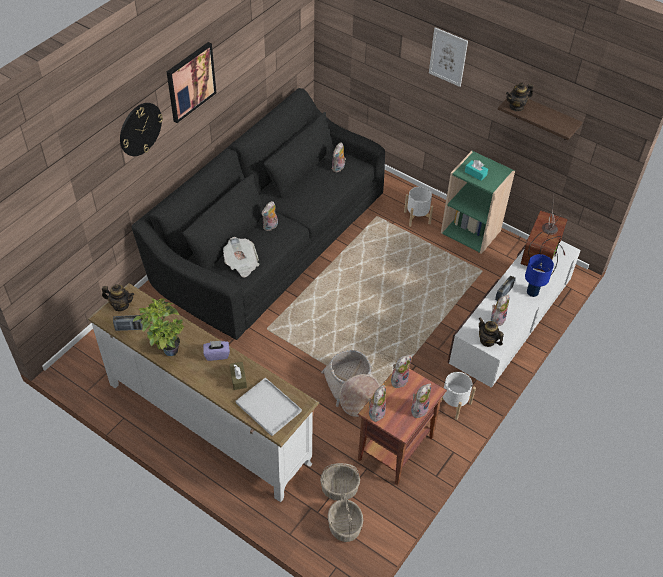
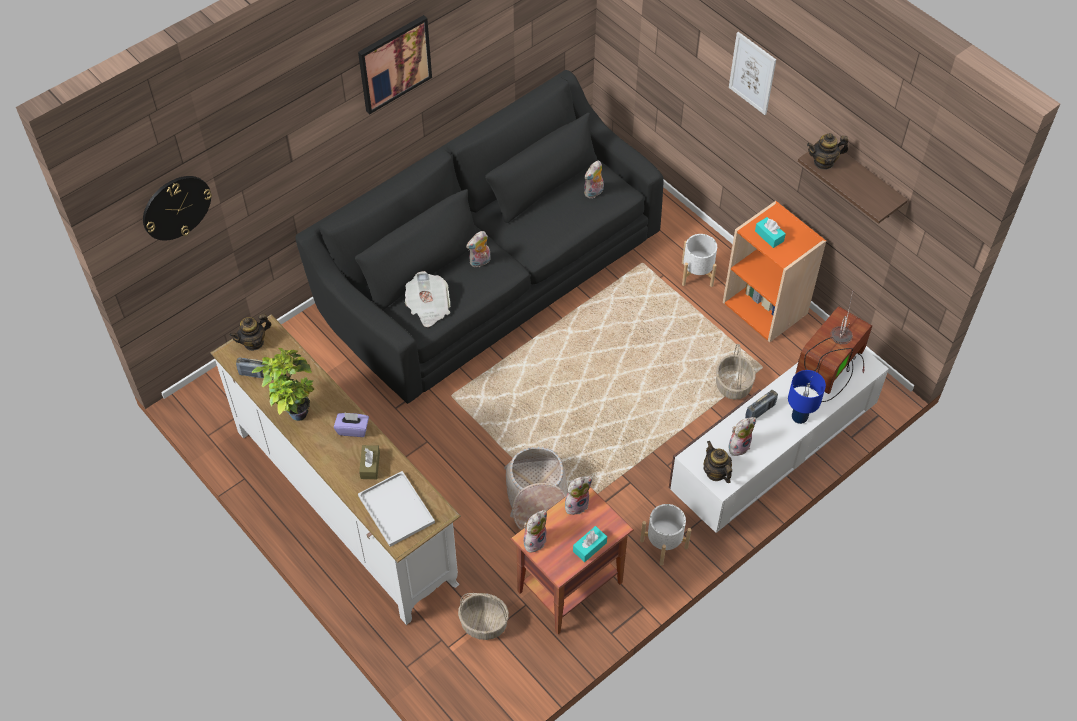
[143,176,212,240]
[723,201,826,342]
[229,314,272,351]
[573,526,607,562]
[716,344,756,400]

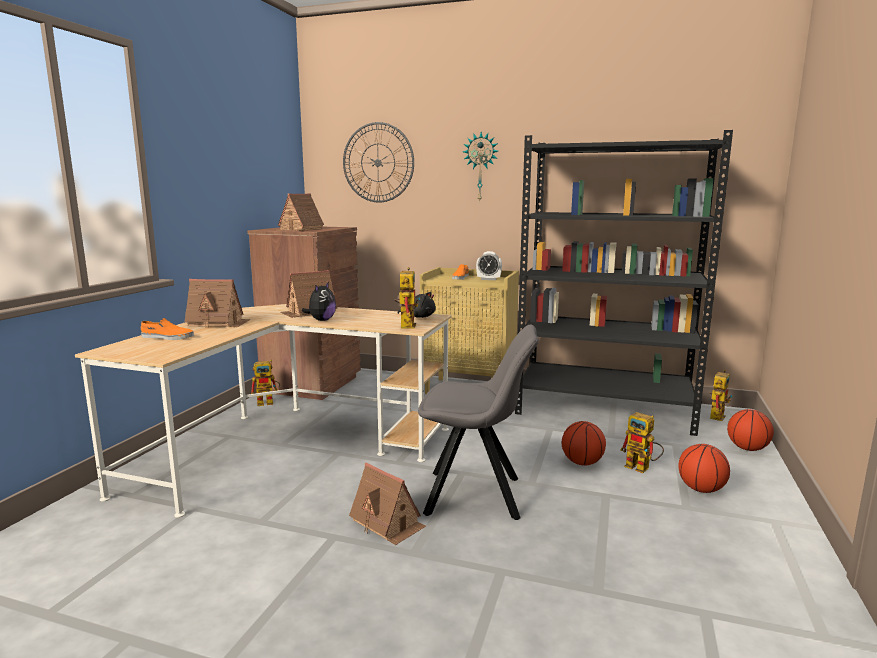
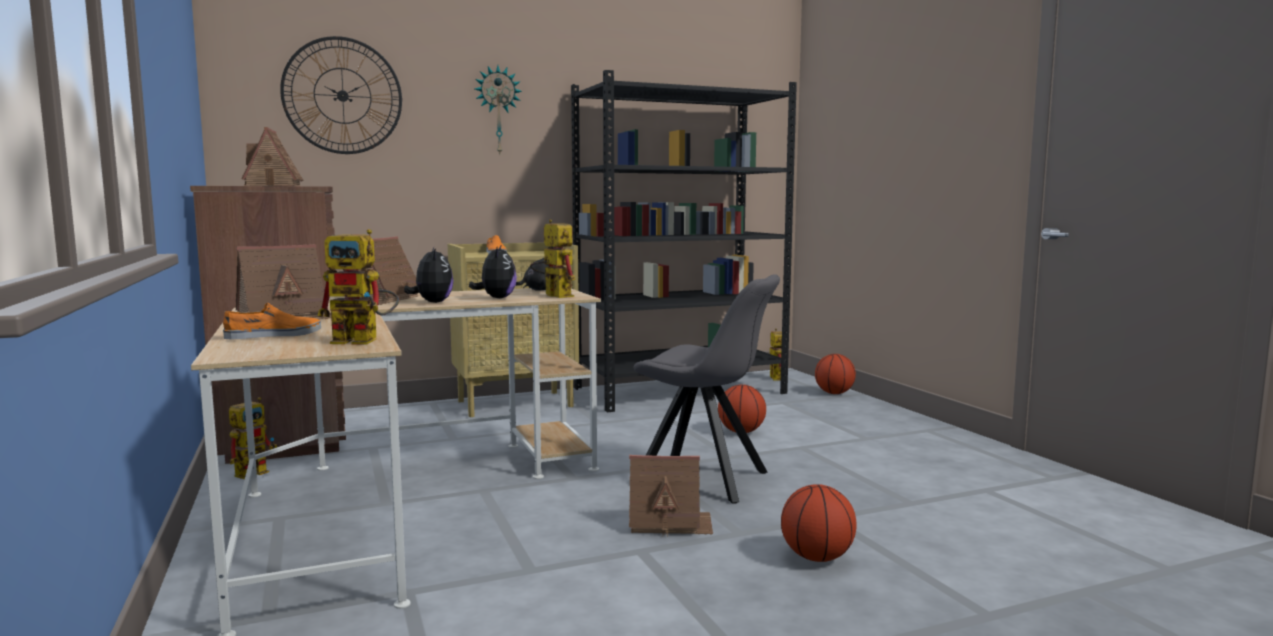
[476,251,502,280] (first image)
[634,274,780,504]
[317,229,399,345]
[781,484,856,562]
[469,244,517,298]

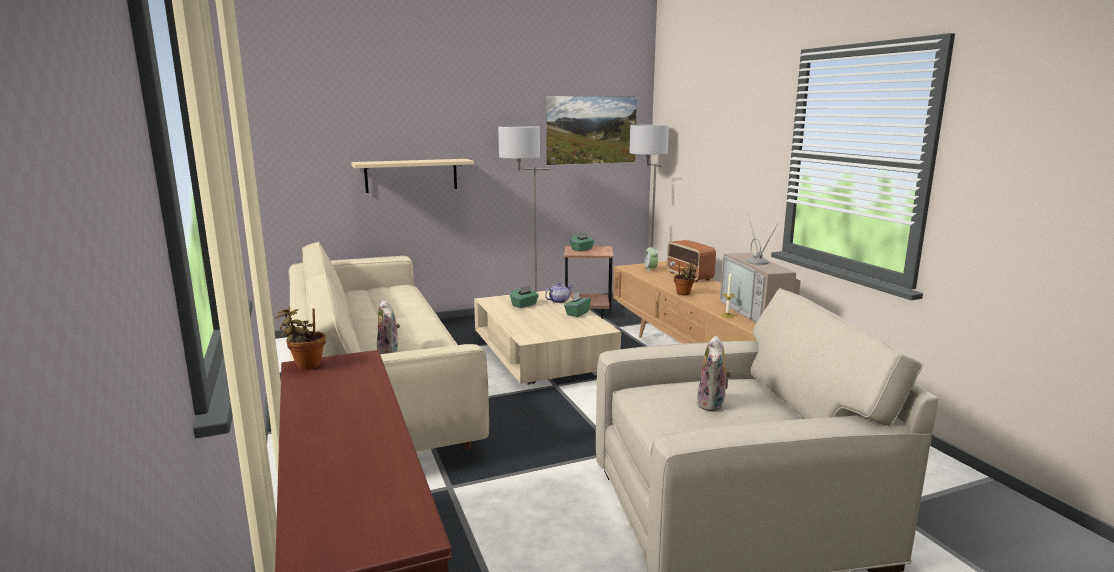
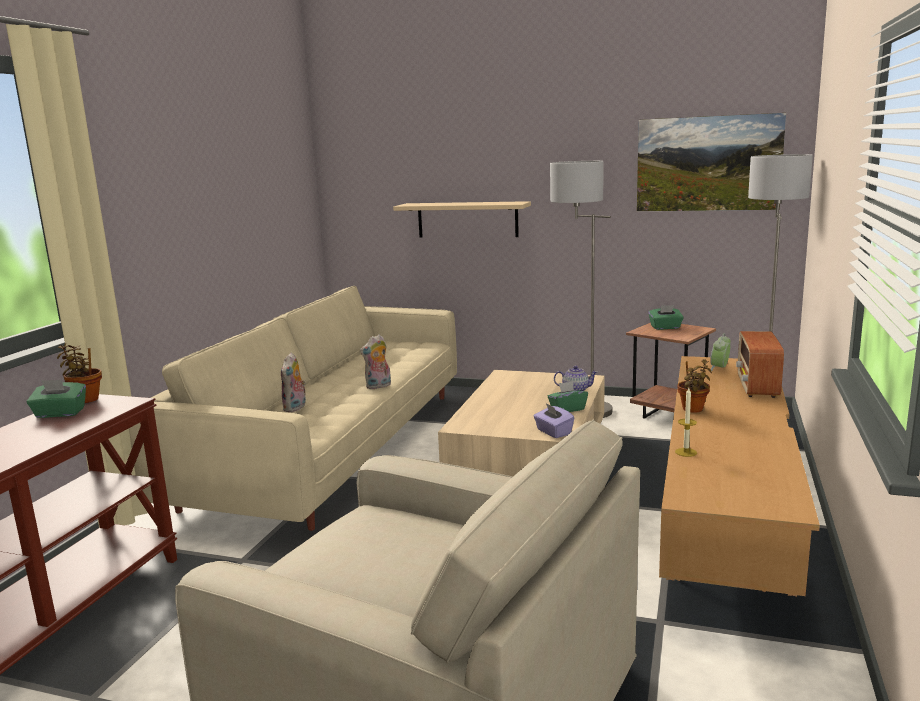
[720,214,801,323] (first image)
[27,380,86,418]
[360,335,391,389]
[534,403,574,438]

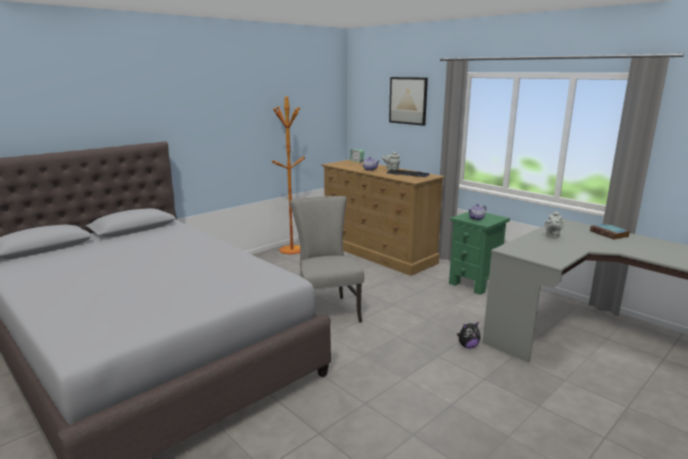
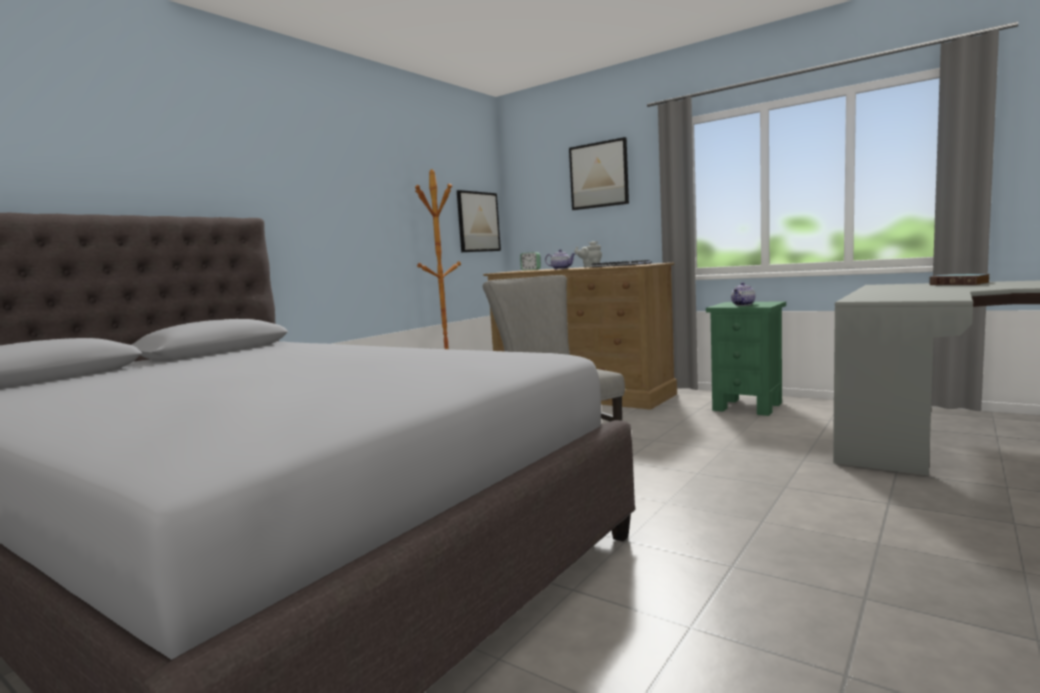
[544,211,564,239] (first image)
[457,322,481,348] (first image)
[457,190,501,252]

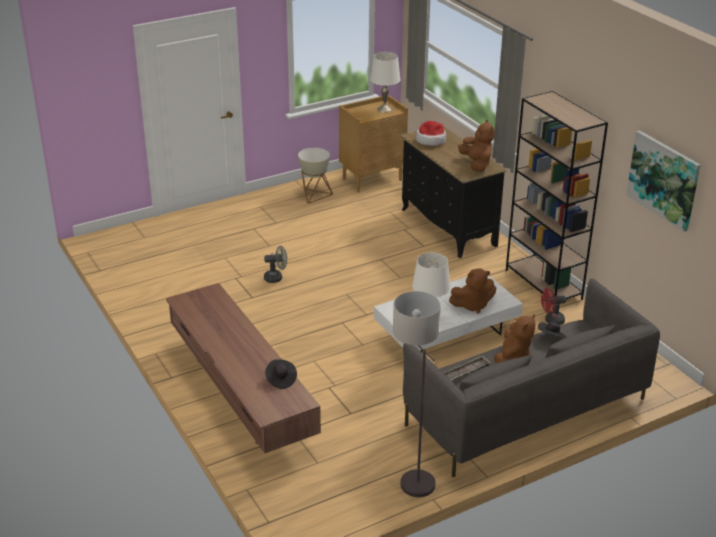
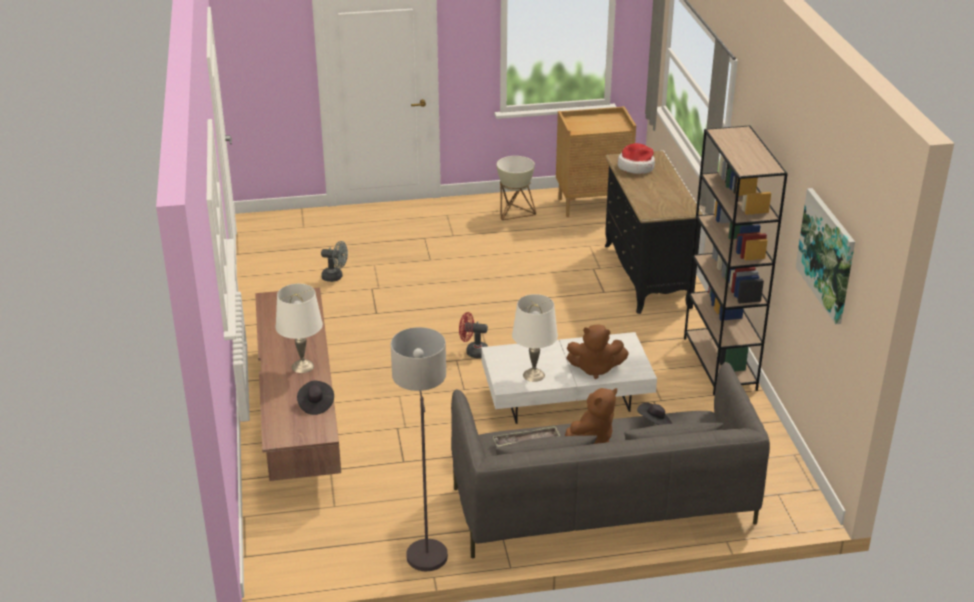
[275,284,323,373]
[458,120,494,172] (first image)
[321,241,348,282]
[459,312,488,358]

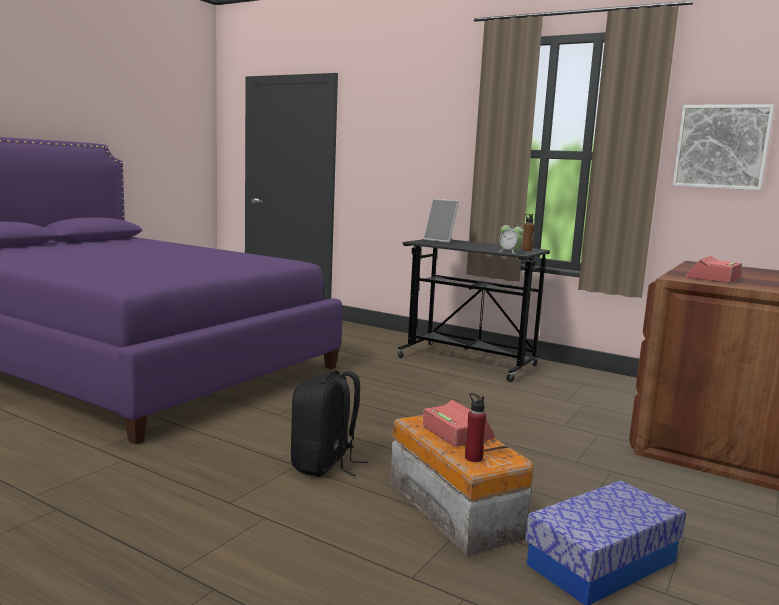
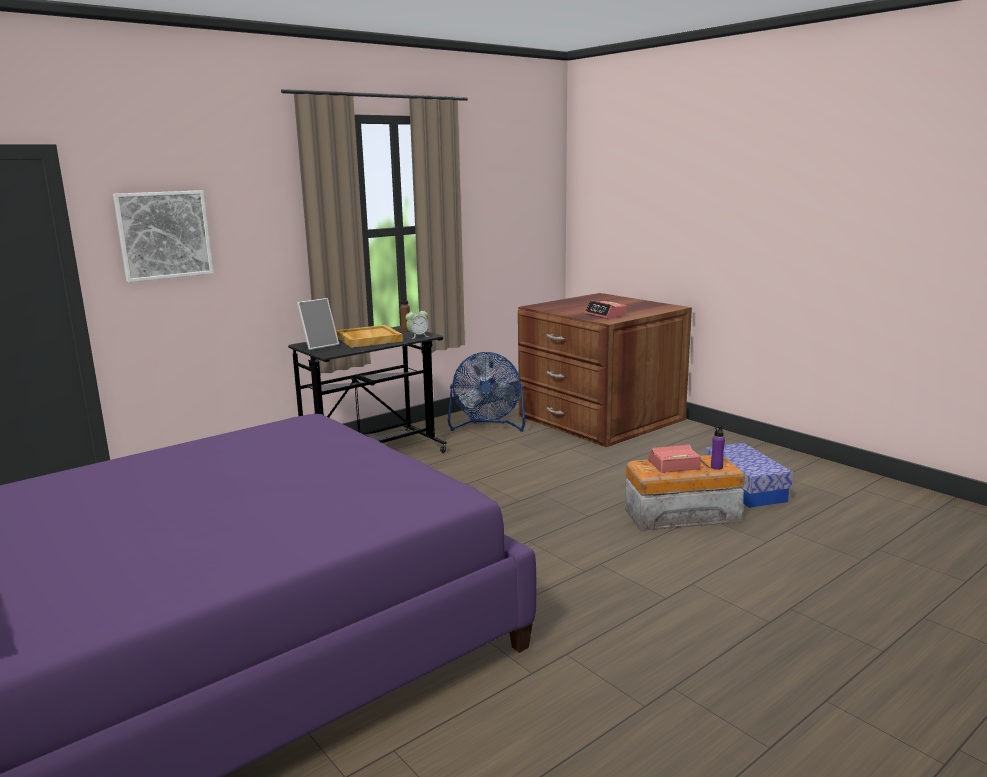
[113,190,213,282]
[291,370,367,477] (first image)
[711,425,725,470]
[336,325,403,348]
[448,352,525,432]

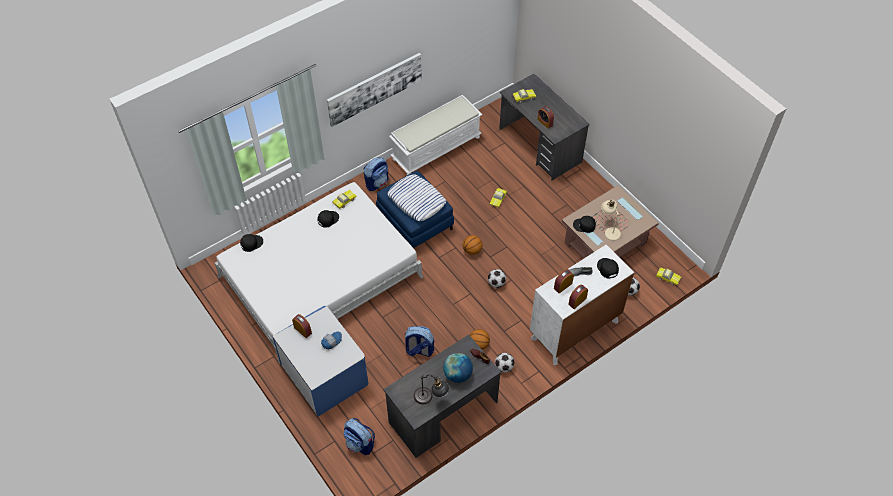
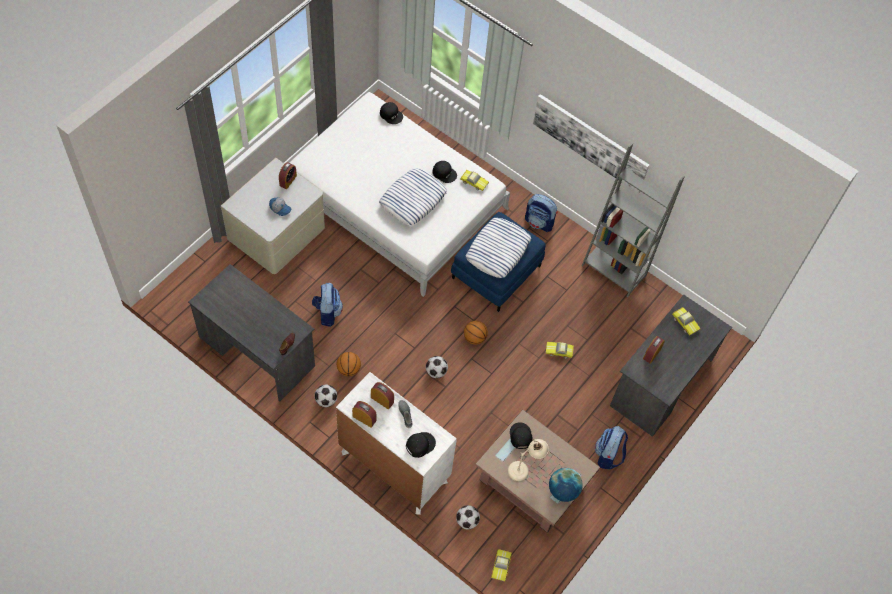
[582,143,685,297]
[221,158,325,274]
[549,468,583,502]
[414,374,449,404] (first image)
[595,426,628,469]
[379,168,447,225]

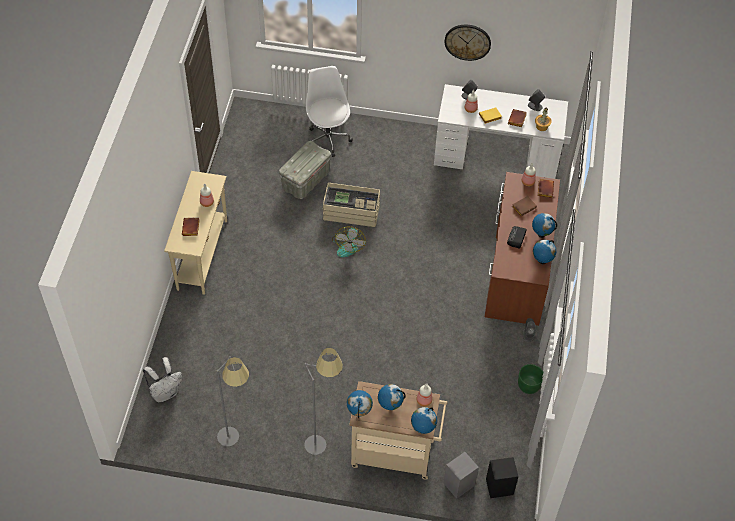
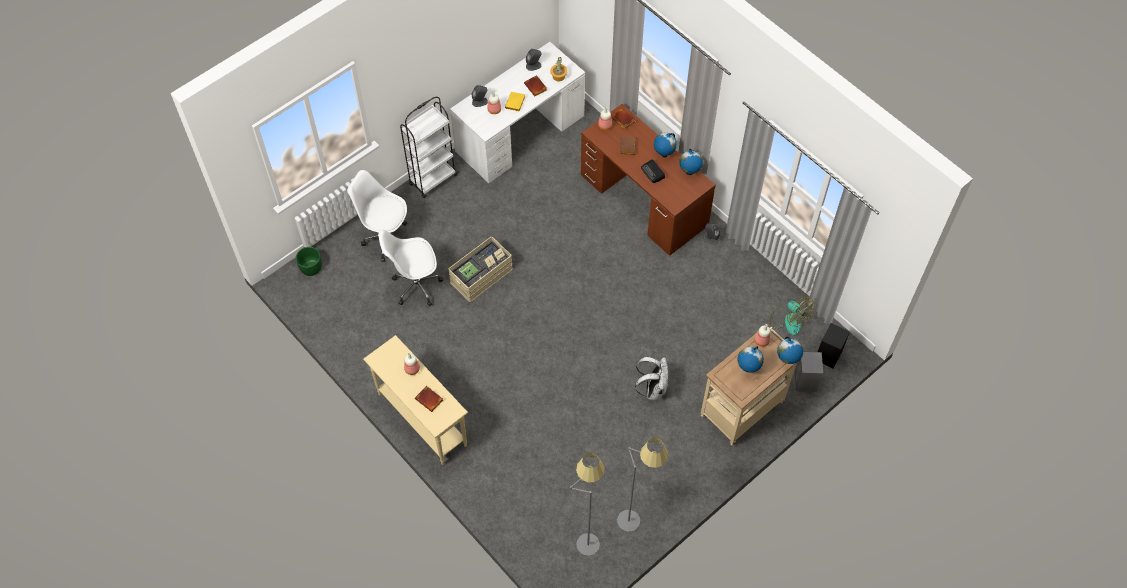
[444,25,491,61] (first image)
[378,230,443,306]
[770,297,815,335]
[570,453,605,556]
[635,357,669,400]
[296,247,322,276]
[347,390,373,418] (first image)
[400,97,459,198]

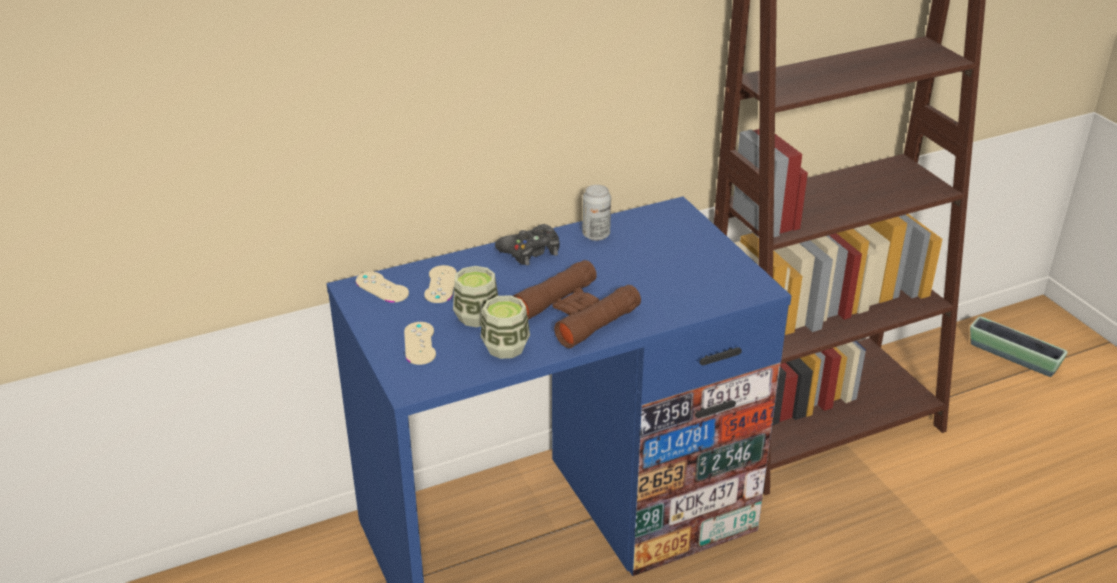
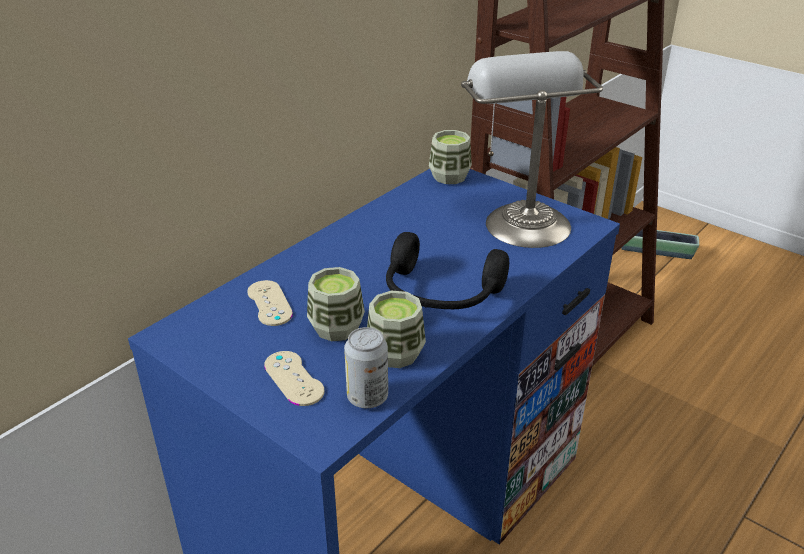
[344,327,388,408]
[495,224,560,265] (first image)
[386,232,509,309]
[356,272,409,303] (first image)
[461,51,603,248]
[429,130,472,184]

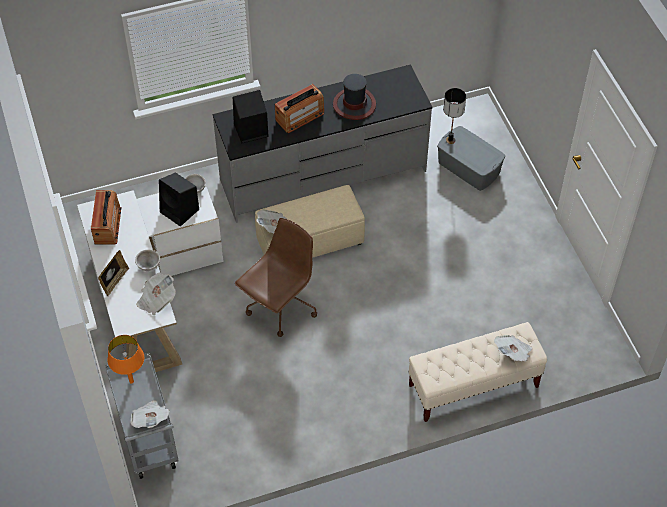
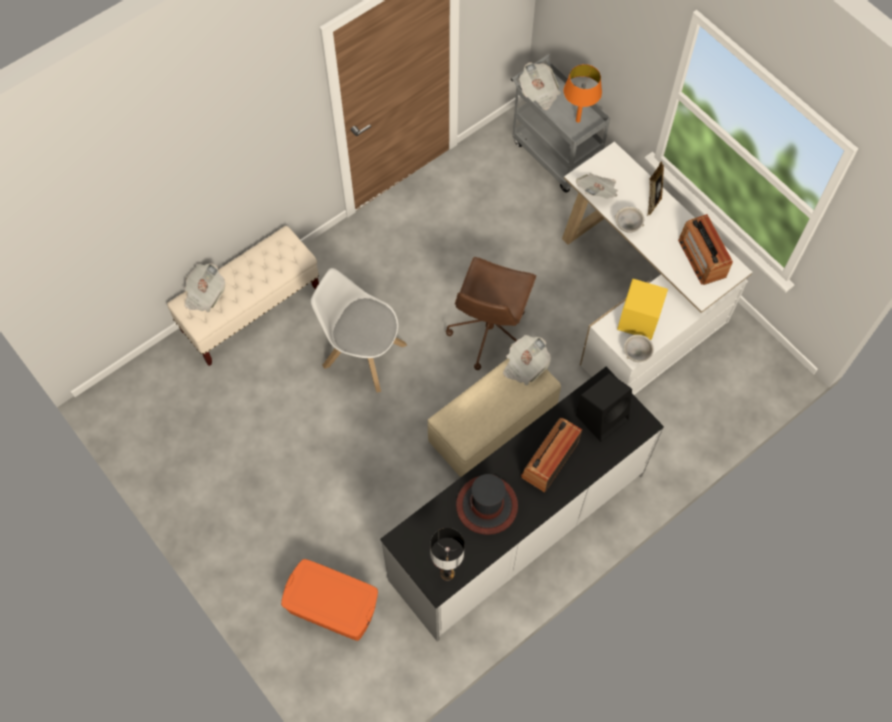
[430,528,465,581]
[281,559,378,641]
[617,279,668,340]
[311,268,407,393]

